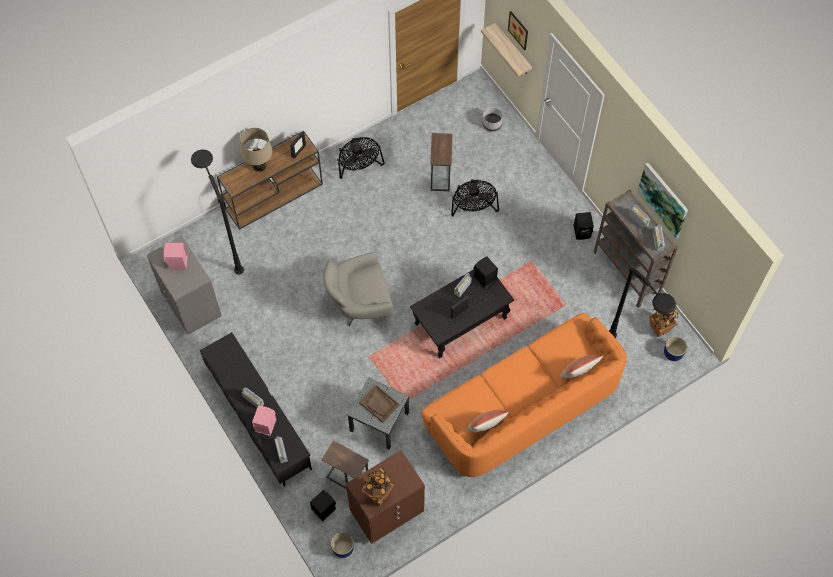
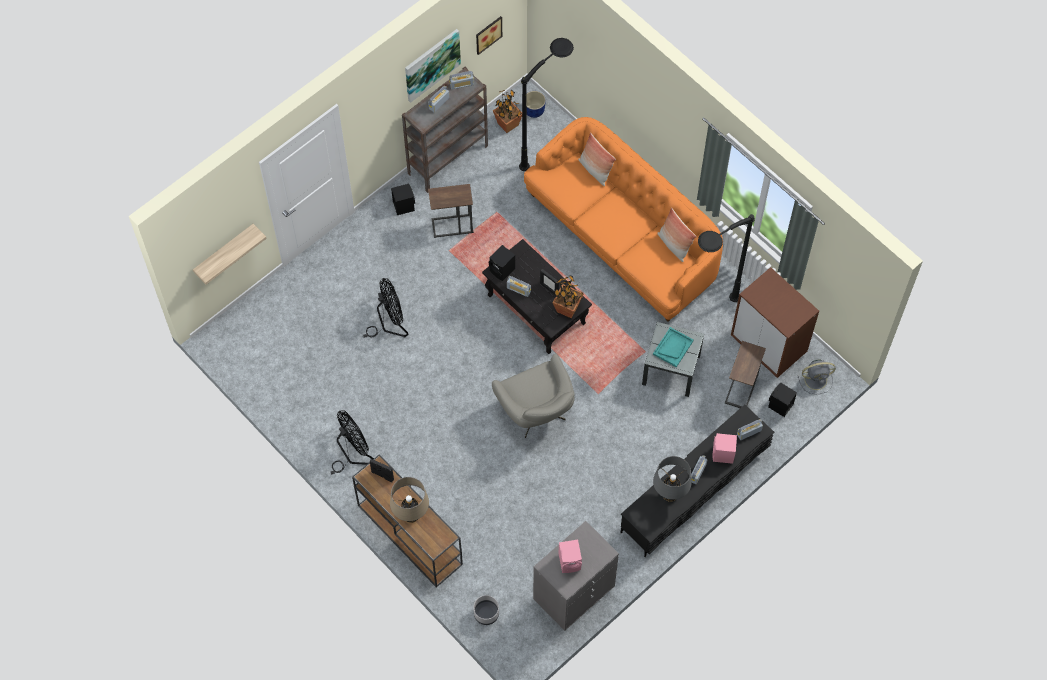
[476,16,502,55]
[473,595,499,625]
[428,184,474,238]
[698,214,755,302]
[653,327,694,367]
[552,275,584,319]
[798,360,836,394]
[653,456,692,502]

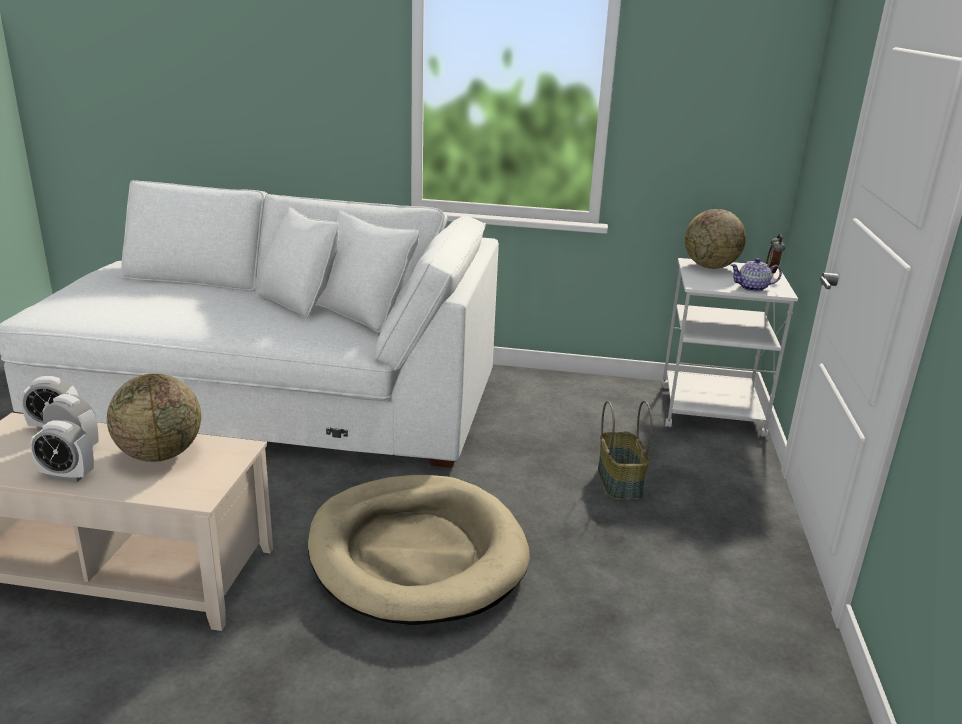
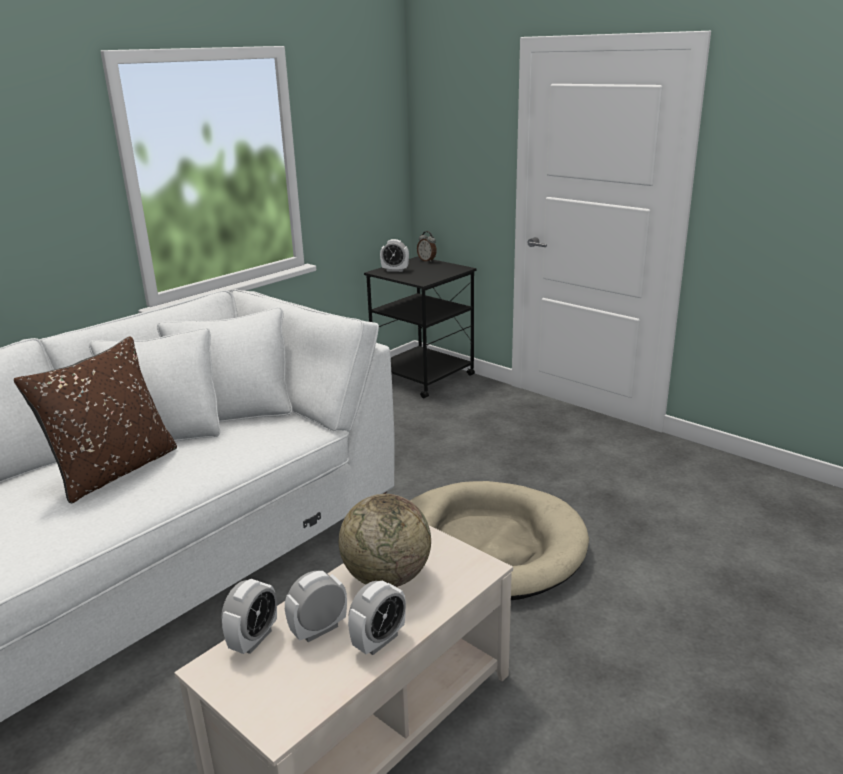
[380,239,409,272]
[364,256,476,398]
[731,258,782,292] (first image)
[598,401,652,500] (first image)
[14,336,177,503]

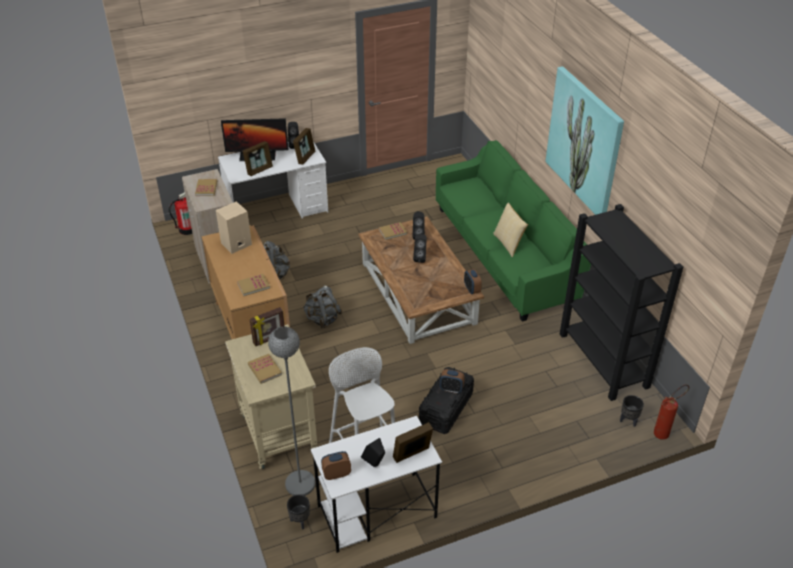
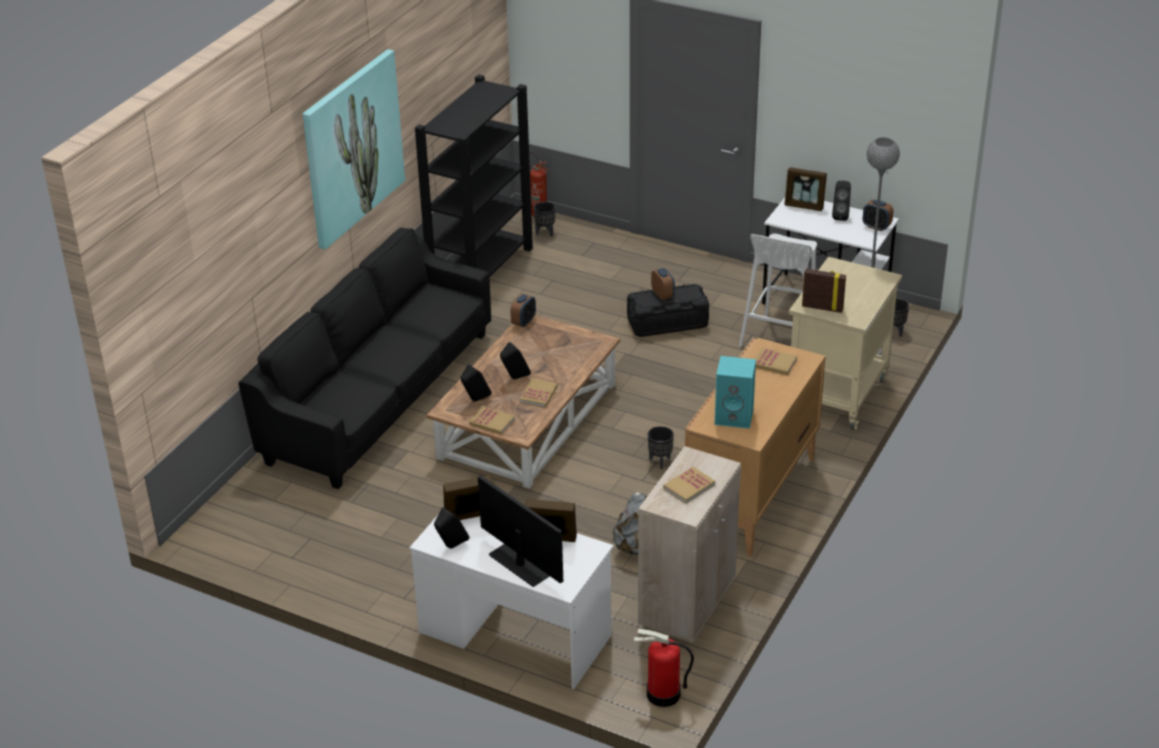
[238,228,491,489]
[715,356,756,429]
[493,203,528,257] (first image)
[648,426,674,469]
[520,379,558,408]

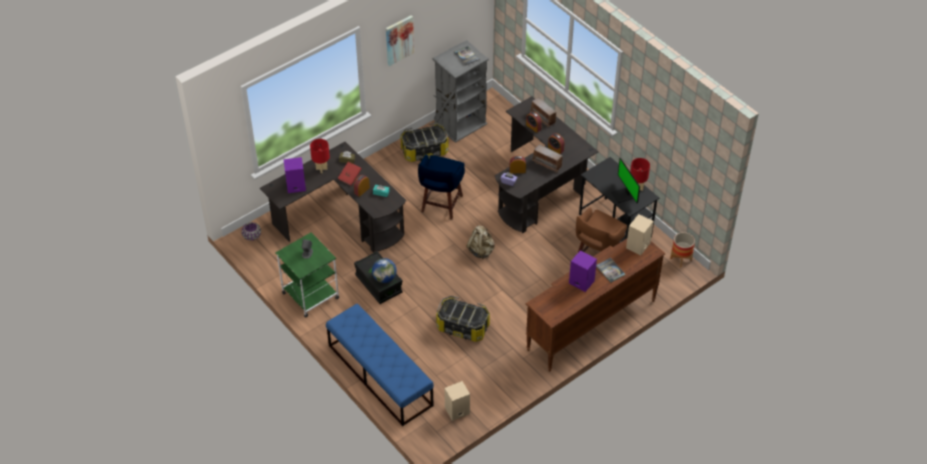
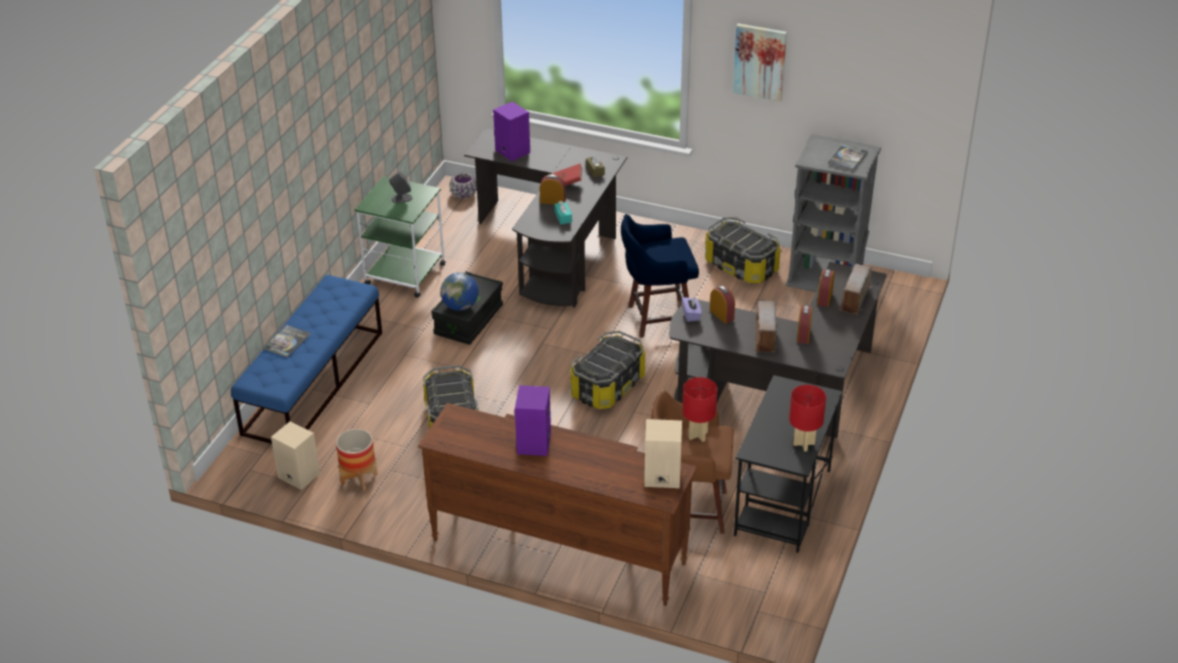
[682,377,717,442]
[611,158,640,203] (first image)
[570,331,645,409]
[336,429,378,492]
[263,325,310,358]

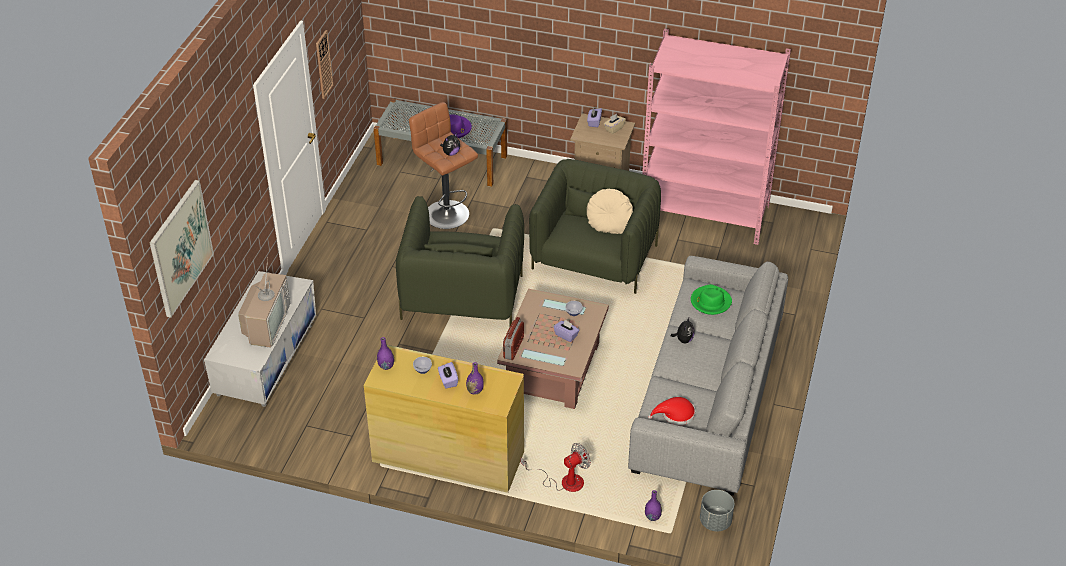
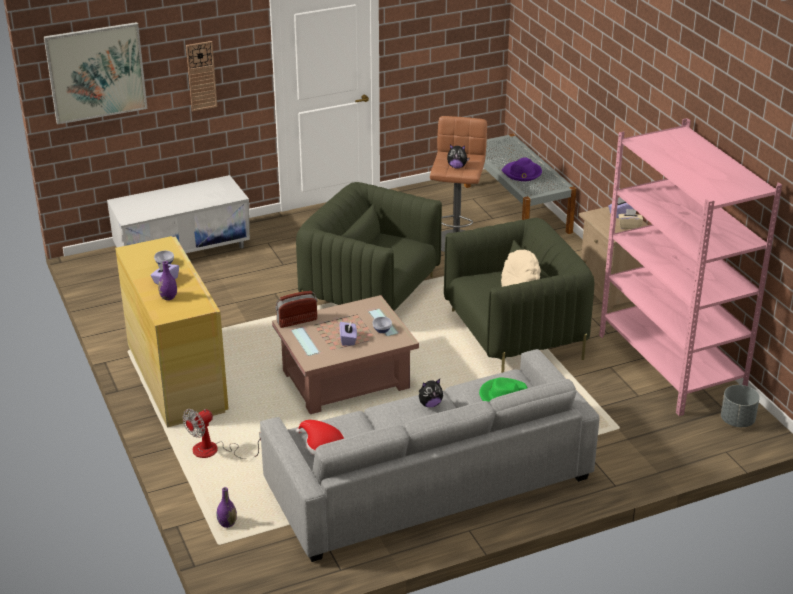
[186,41,217,111]
[296,182,442,311]
[238,257,290,348] (first image)
[377,337,394,370] (first image)
[182,409,261,459]
[721,385,760,427]

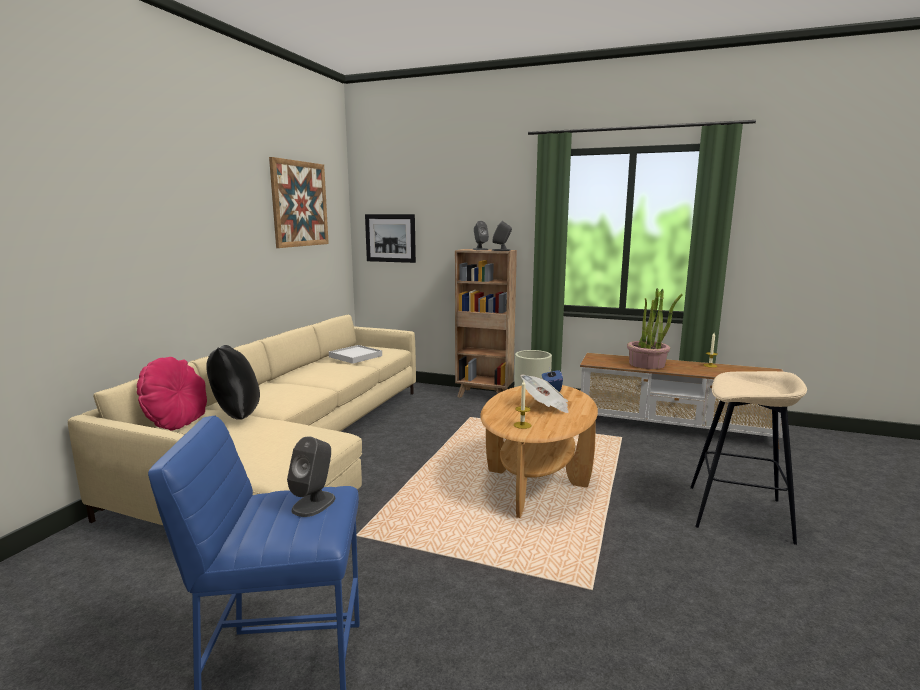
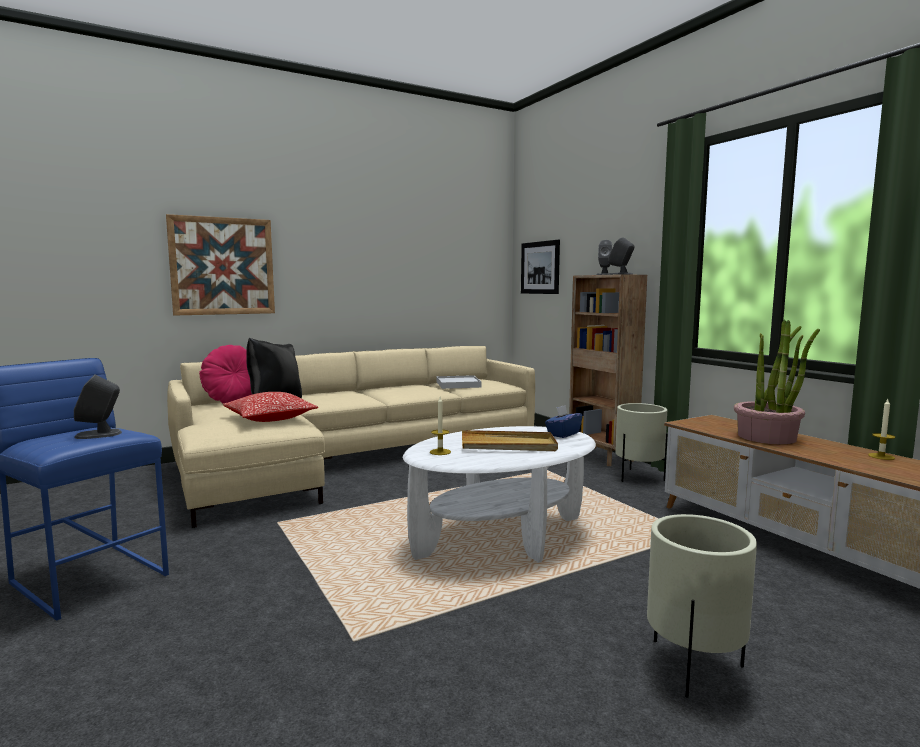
[166,214,275,316]
[647,514,757,698]
[462,430,558,451]
[403,426,596,563]
[223,392,318,422]

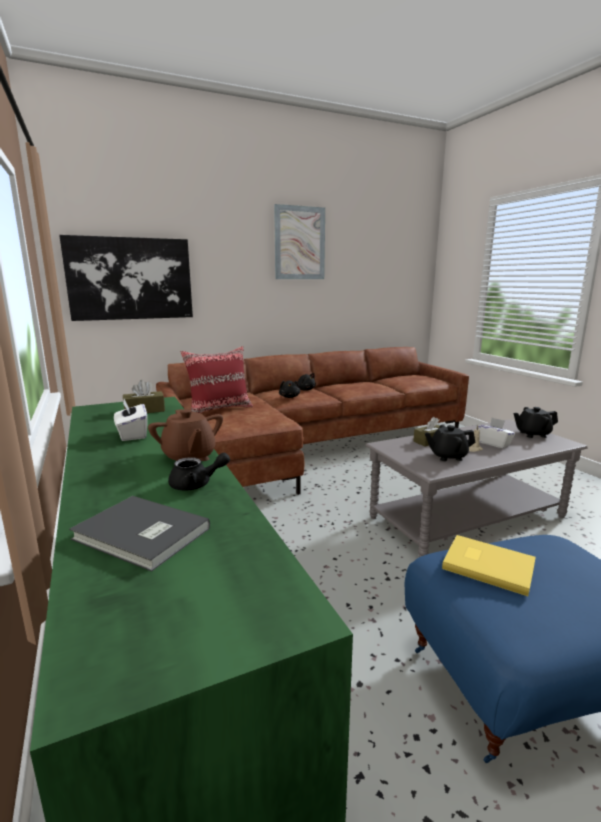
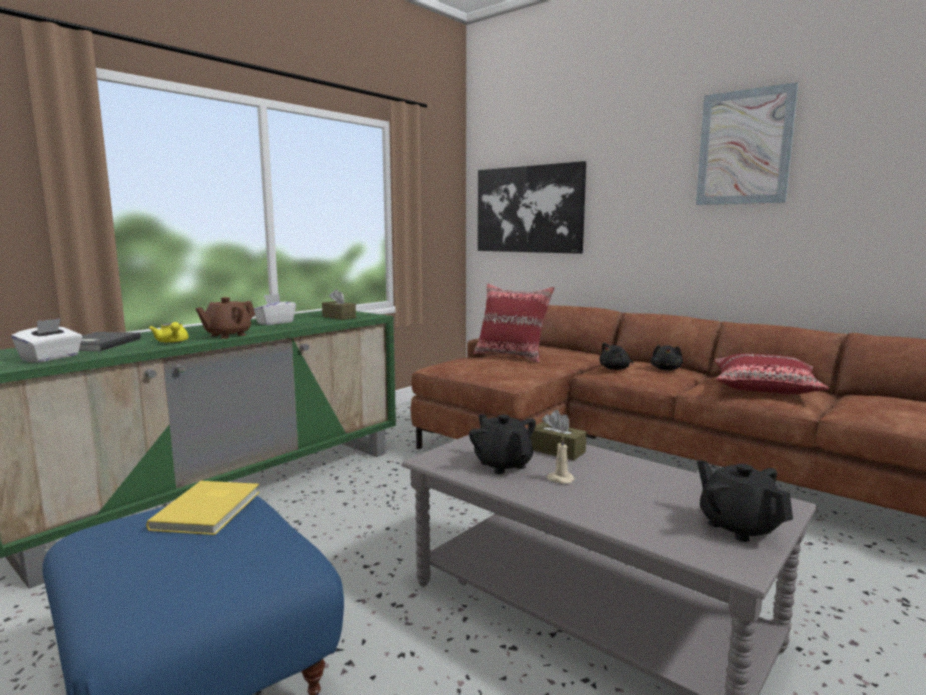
[11,318,82,363]
[149,322,189,343]
[714,354,829,394]

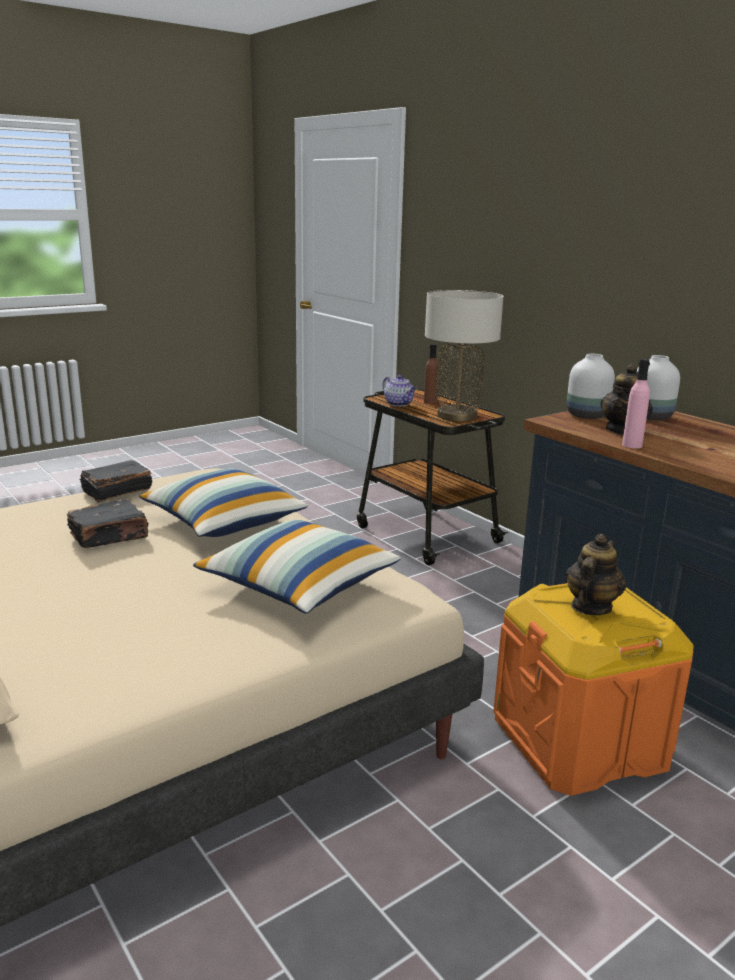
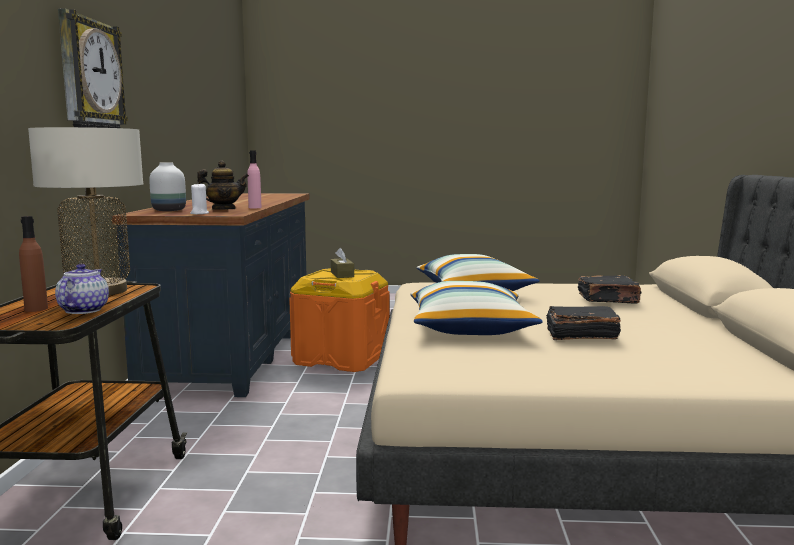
[190,184,209,214]
[578,275,642,304]
[331,248,354,278]
[58,9,128,128]

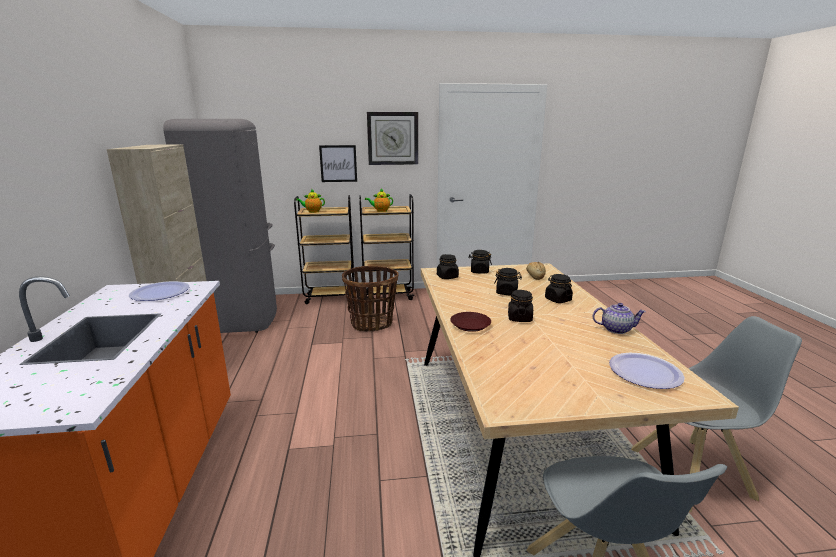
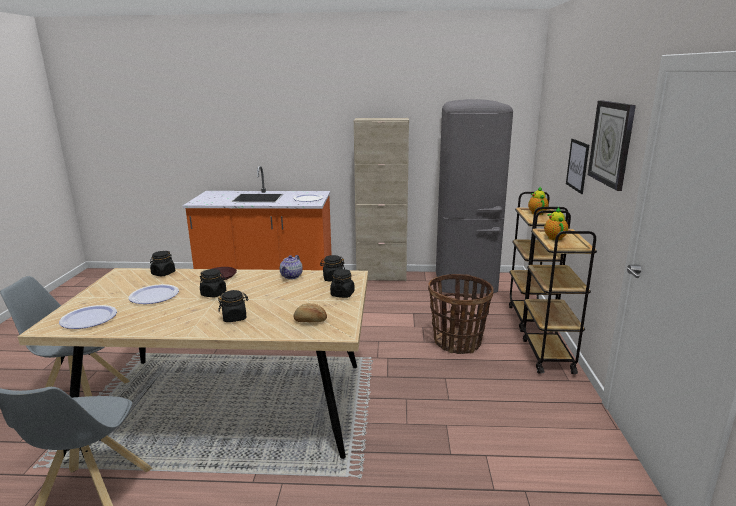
[150,251,175,276]
[280,255,303,279]
[129,284,179,304]

